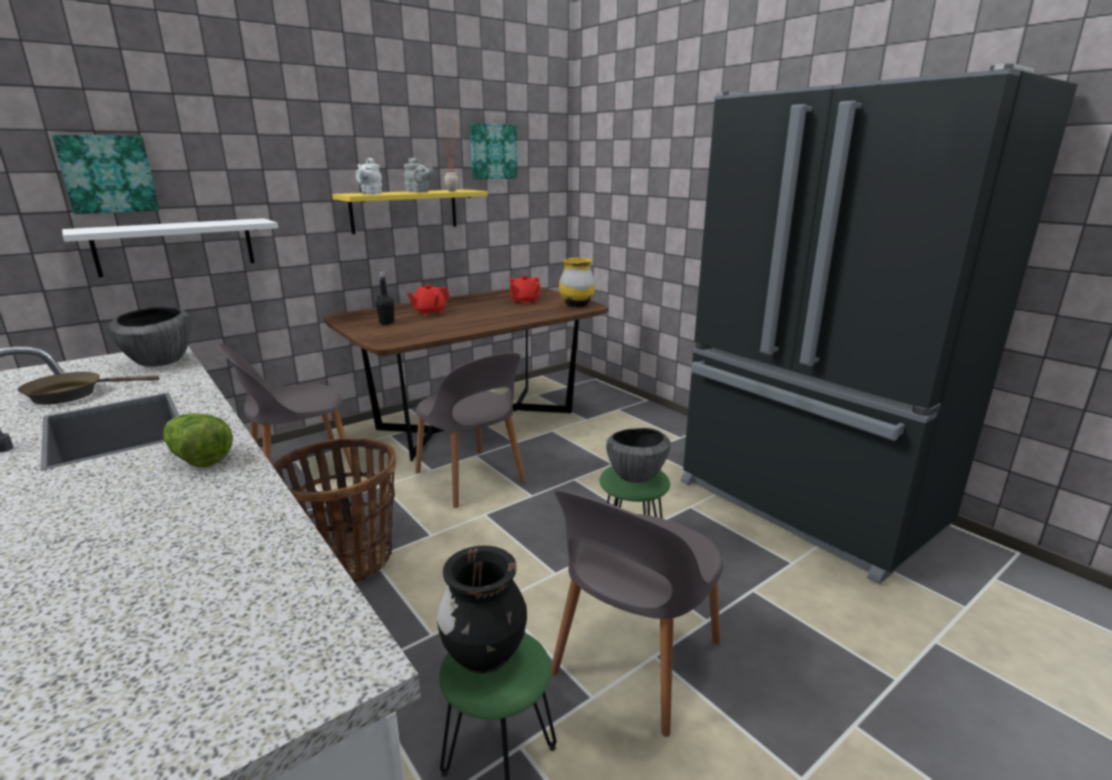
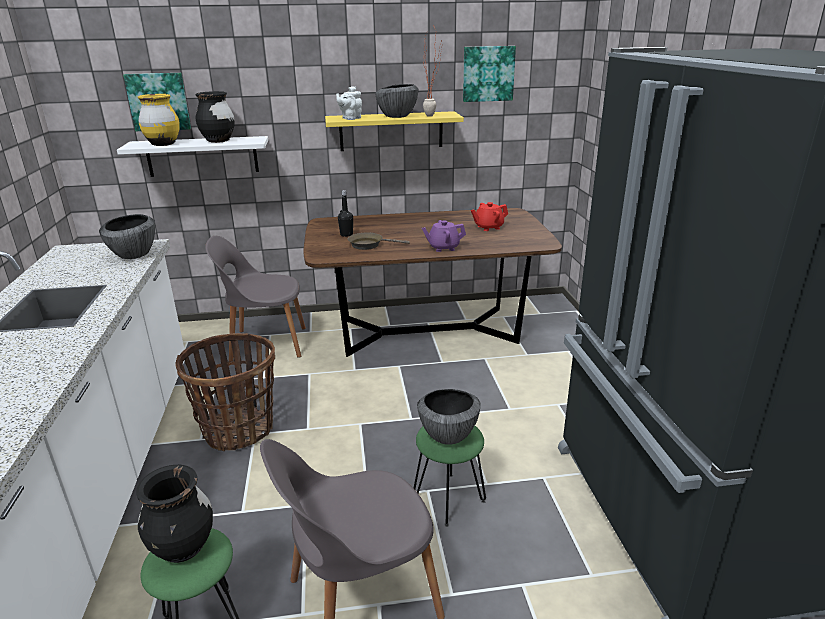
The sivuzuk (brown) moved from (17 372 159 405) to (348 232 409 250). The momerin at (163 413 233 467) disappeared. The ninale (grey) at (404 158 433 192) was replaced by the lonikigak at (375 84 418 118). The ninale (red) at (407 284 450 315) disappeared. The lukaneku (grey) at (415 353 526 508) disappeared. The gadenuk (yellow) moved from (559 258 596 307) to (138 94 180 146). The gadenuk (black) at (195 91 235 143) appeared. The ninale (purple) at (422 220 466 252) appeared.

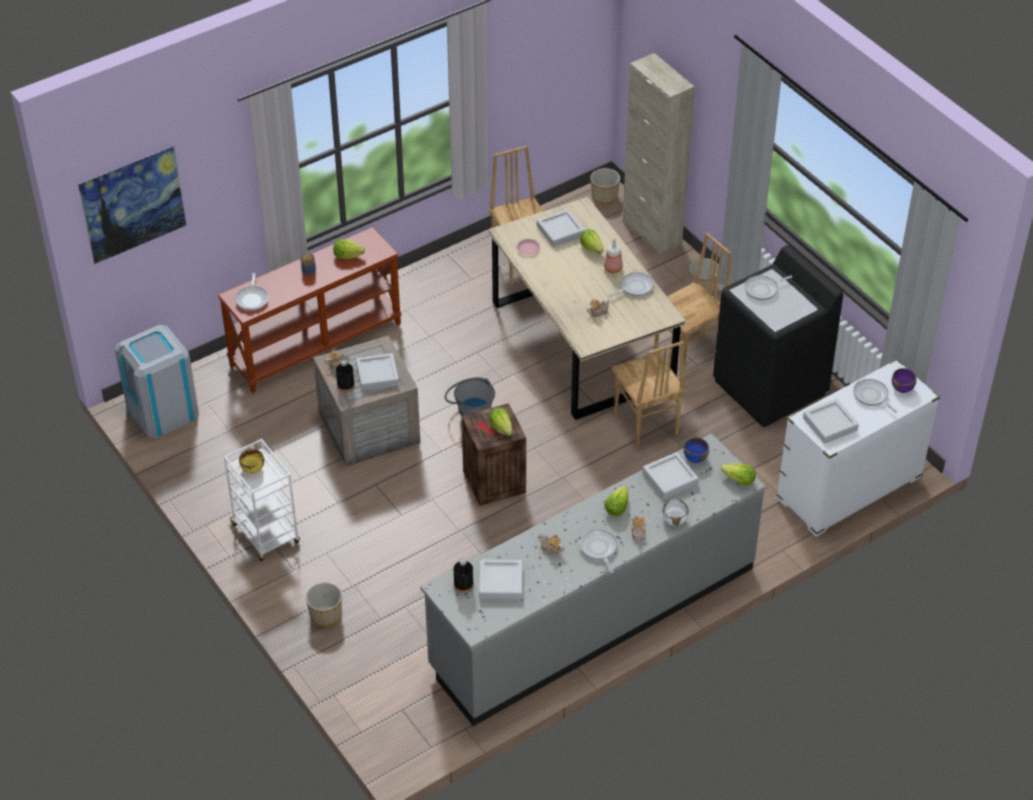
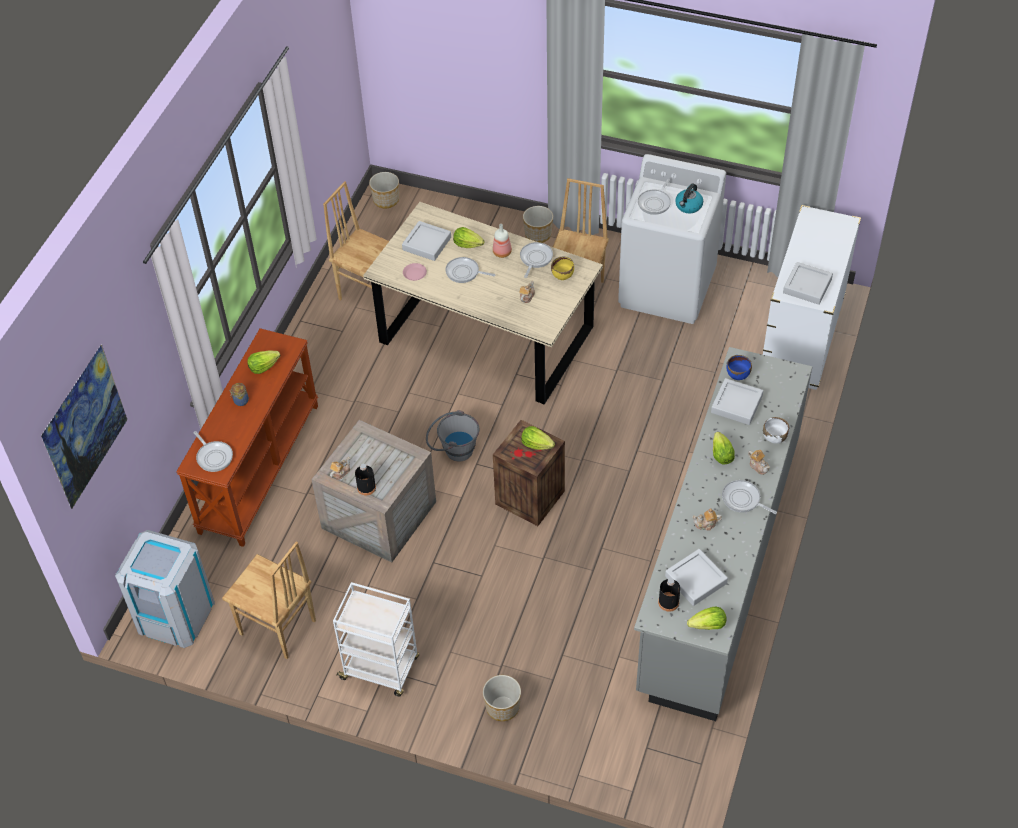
The lonikigak (yellow) moved from (239 449 264 474) to (551 256 574 280). The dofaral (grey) at (356 353 399 391) disappeared. The lukaneku (brown) moved from (611 341 686 447) to (222 542 316 659). The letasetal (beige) at (622 53 695 254) disappeared. The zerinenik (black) at (713 245 843 427) became the zerinenik (white) at (618 154 726 324). The momerin moved from (721 463 756 486) to (687 607 727 630). The sivuzuk moved from (853 379 897 413) to (445 257 495 283). The lonikigak (purple) at (892 368 917 393) disappeared. The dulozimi at (675 183 703 213) appeared.

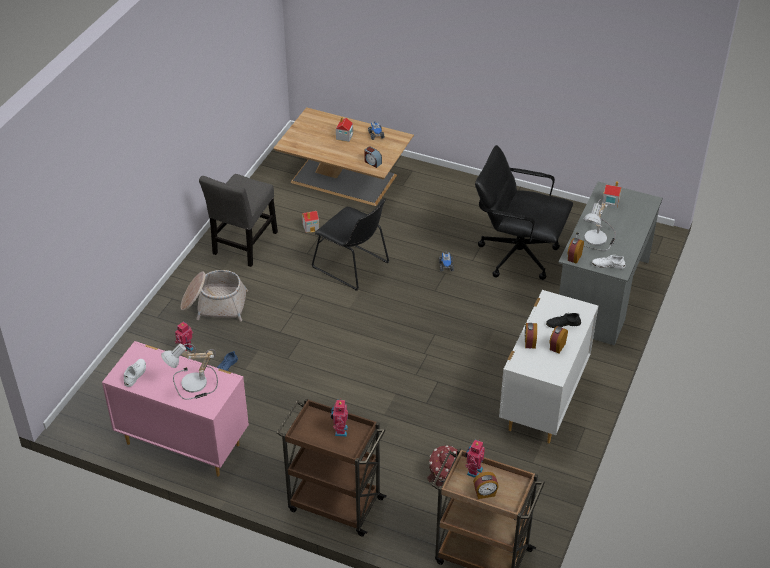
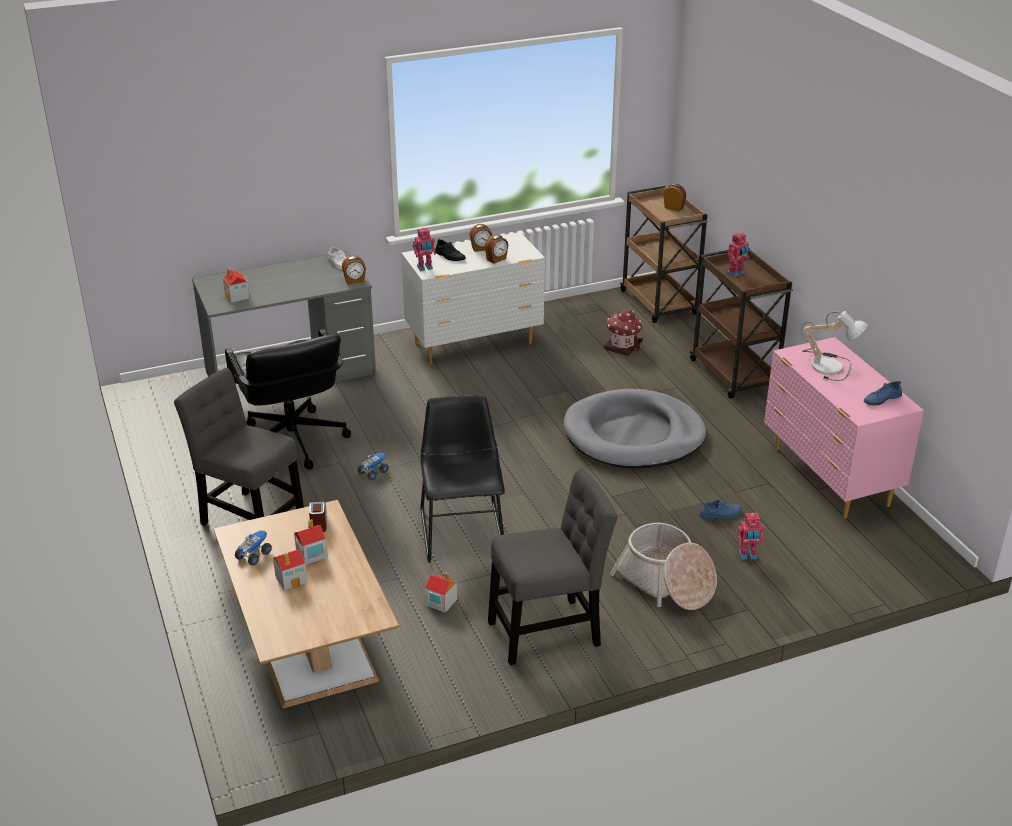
The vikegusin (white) at (124 359 146 387) became the vikegusin (blue) at (864 381 902 406). The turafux moved from (465 439 485 478) to (413 228 436 271). The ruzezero at (576 200 616 251) disappeared. The lukaneku (grey) at (174 368 304 526) appeared. The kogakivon at (294 519 328 565) appeared. The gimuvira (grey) at (563 389 706 469) appeared.

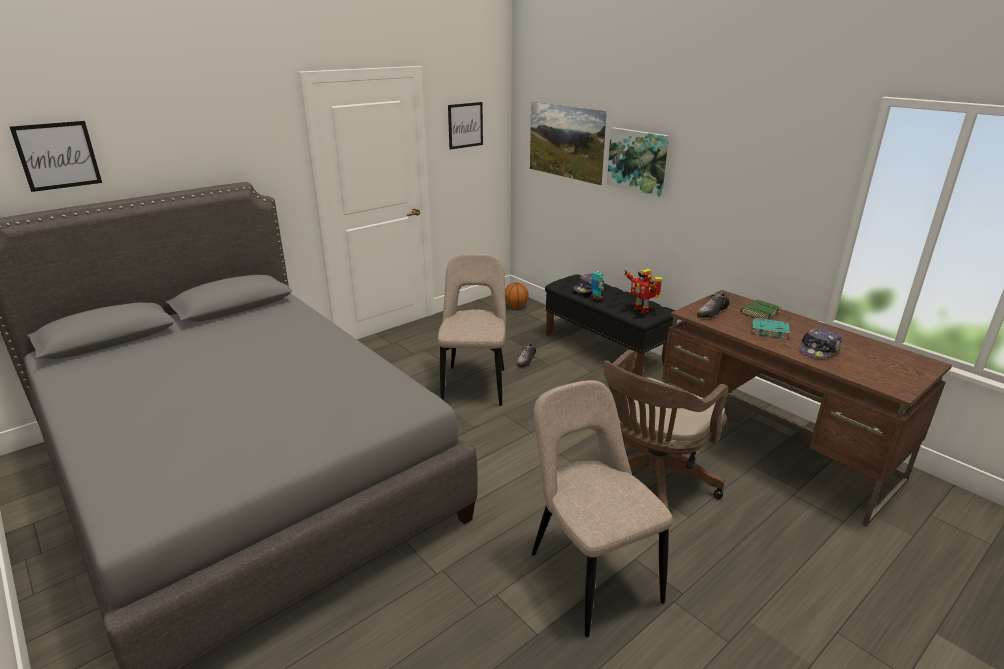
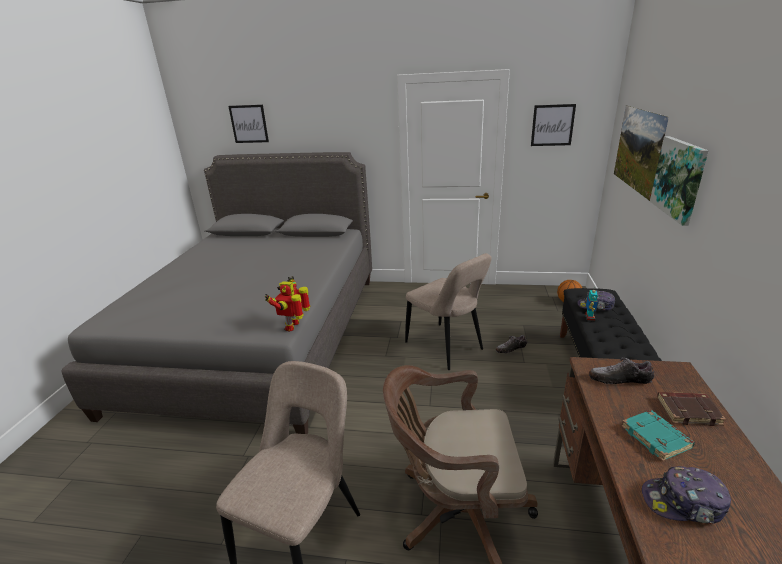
The lukaneku (beige) at (437 254 506 406) turned 90 degrees clockwise. The turafux moved from (625 269 662 313) to (265 276 311 331). The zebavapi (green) at (740 300 781 320) became the zebavapi (brown) at (657 392 726 426).

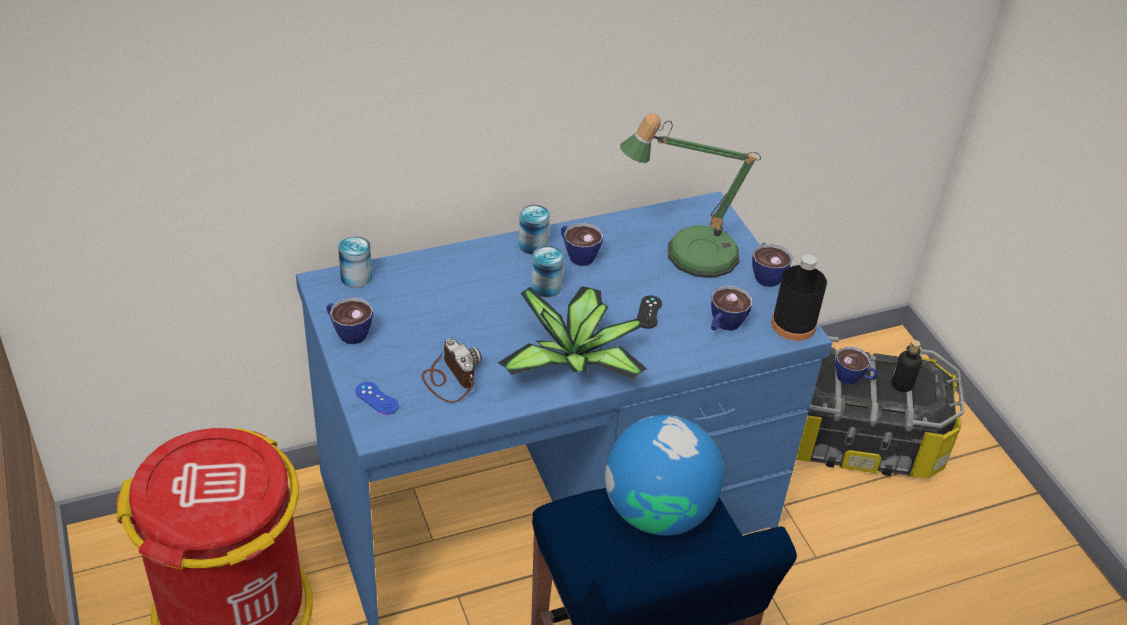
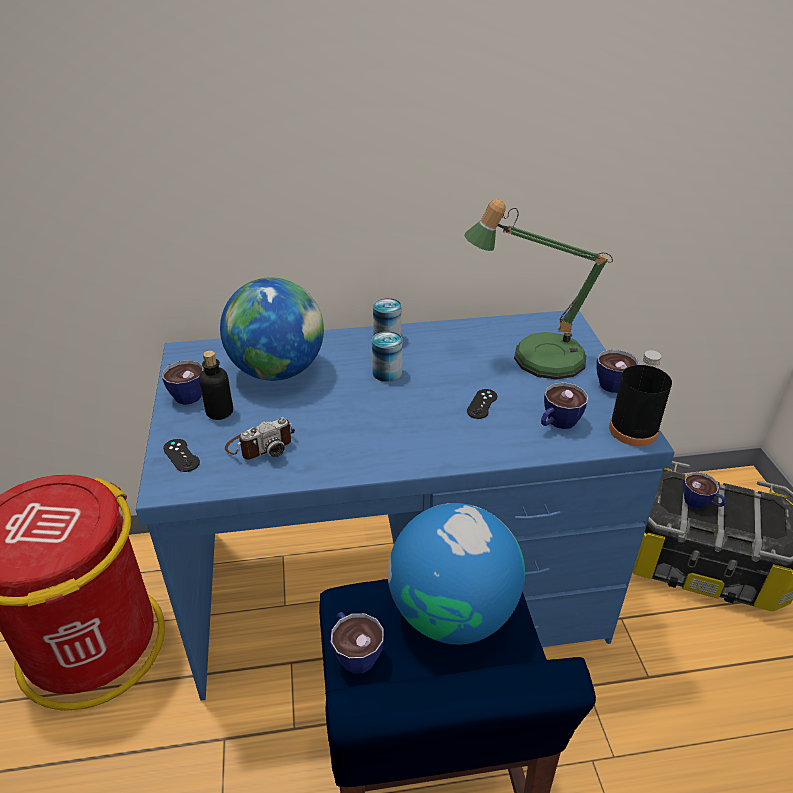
The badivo at (338 236 372 288) disappeared. The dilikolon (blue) at (355 382 399 415) became the dilikolon (black) at (163 439 200 472). The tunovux at (421 338 482 403) turned 75 degrees clockwise. The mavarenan at (498 286 647 380) disappeared. The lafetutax moved from (561 223 603 266) to (331 612 384 674). The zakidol moved from (891 340 922 392) to (199 351 233 420). The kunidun at (220 277 324 381) appeared.

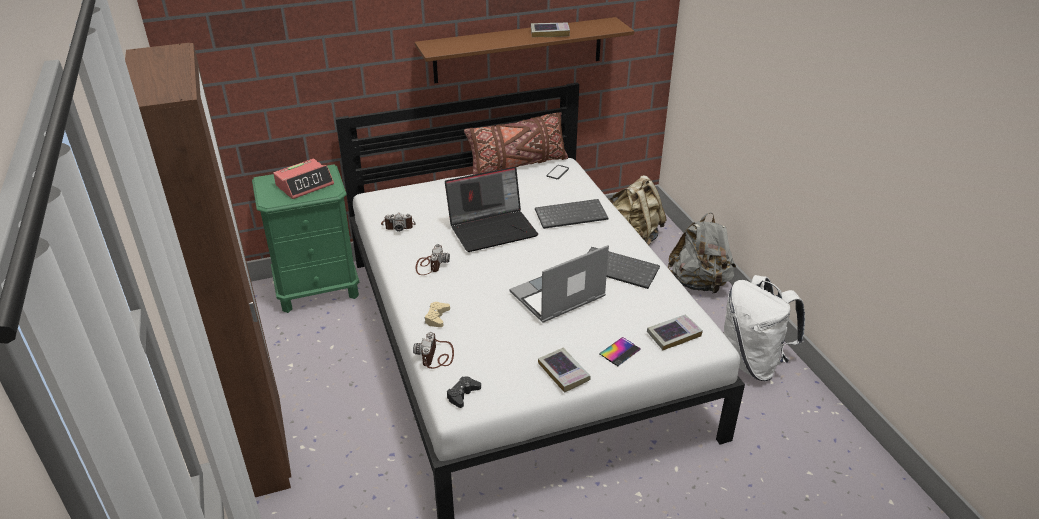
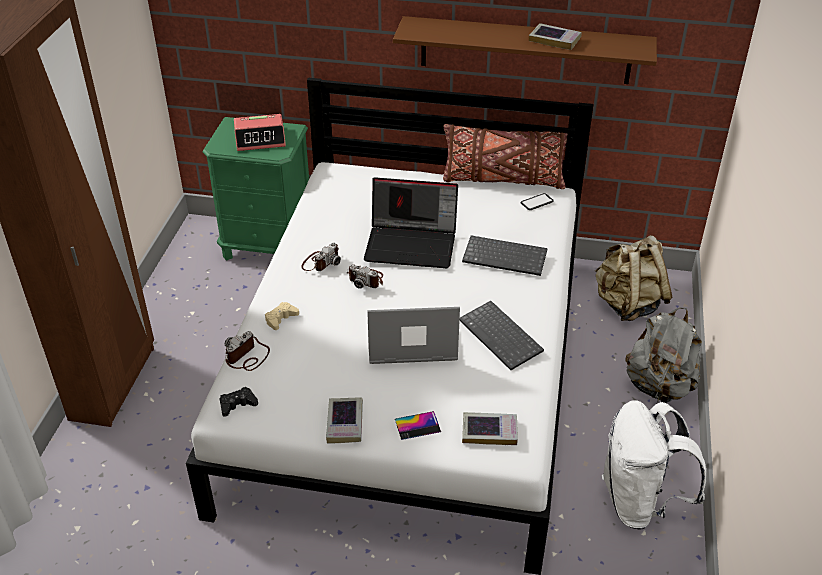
The tunovux moved from (381 213 416 232) to (346 264 383 289).

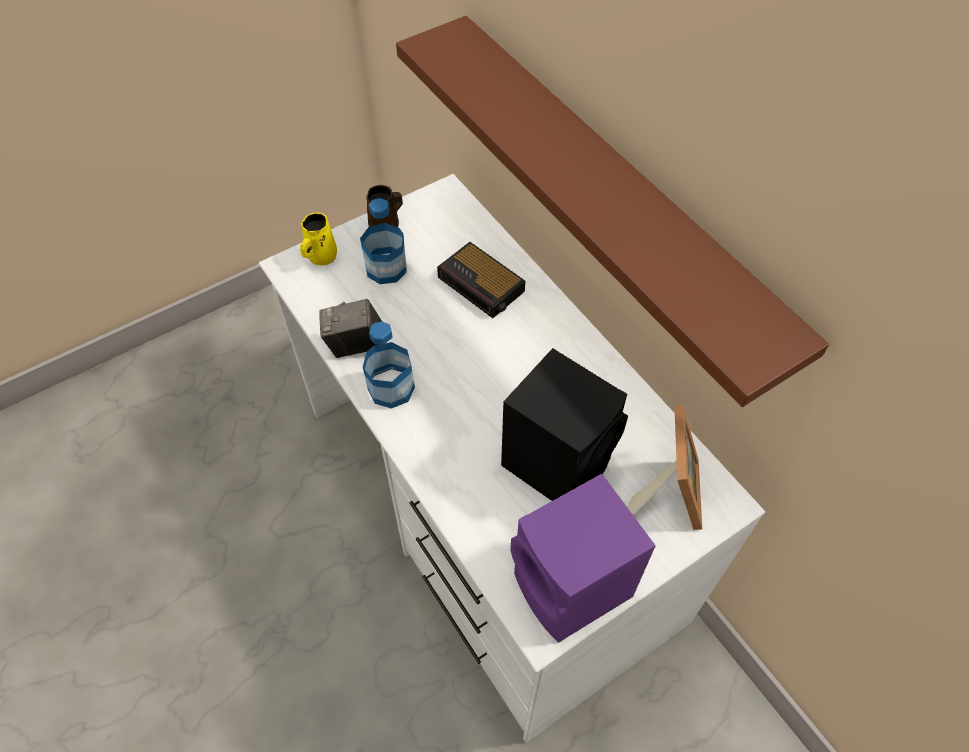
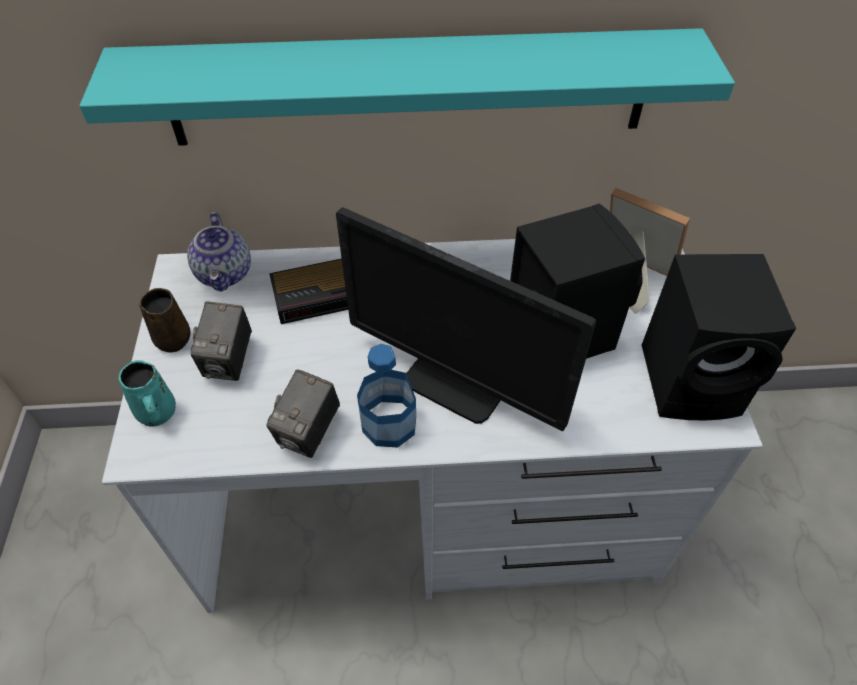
The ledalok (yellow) at (300 212 337 265) became the ledalok (turquoise) at (119 360 176 426). The zakidol at (360 198 407 284) was replaced by the tunovux at (191 302 252 381). The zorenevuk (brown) at (396 16 829 407) became the zorenevuk (turquoise) at (80 28 735 146). The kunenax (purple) at (510 474 656 643) became the kunenax (black) at (642 254 796 421). The ninale at (187 212 251 291) appeared. The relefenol at (336 207 596 431) appeared.

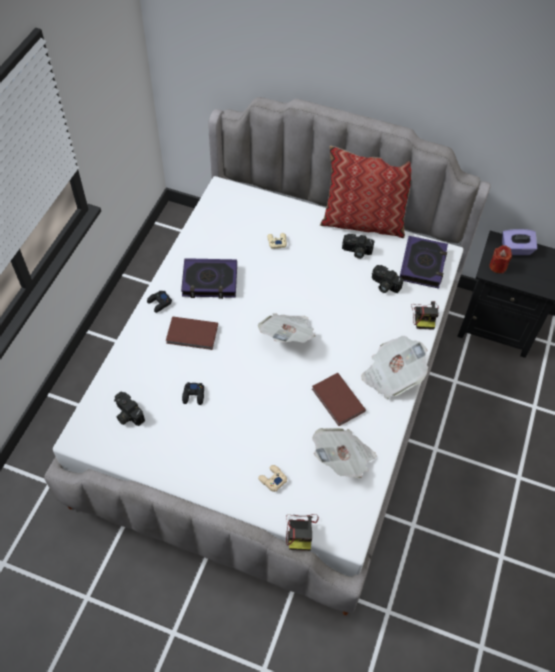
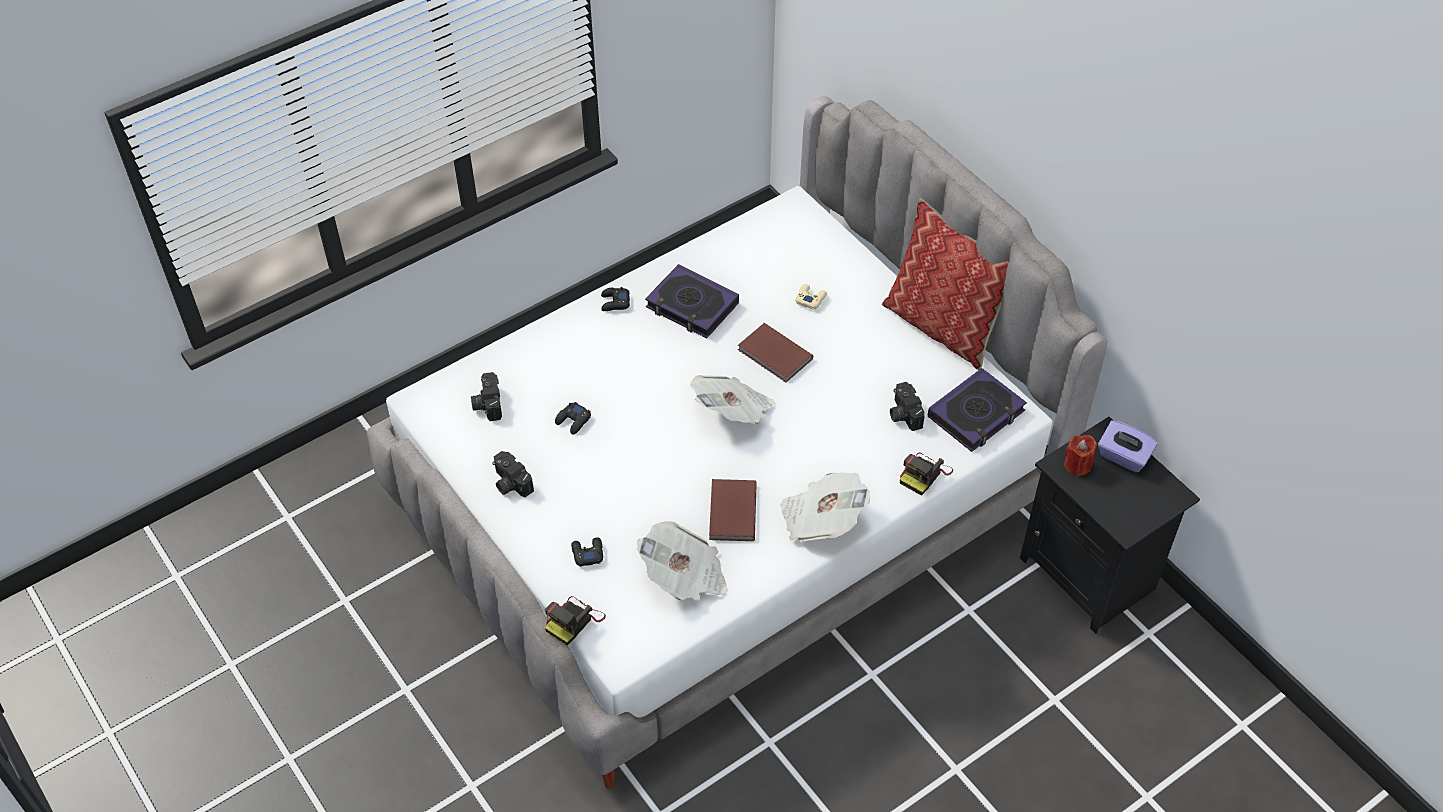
The zebavapi (brown) moved from (166 316 218 350) to (738 323 813 383). The dilikolon (beige) at (258 465 287 492) became the dilikolon (black) at (571 537 603 567). The tunovux moved from (342 234 374 259) to (492 451 534 497).

